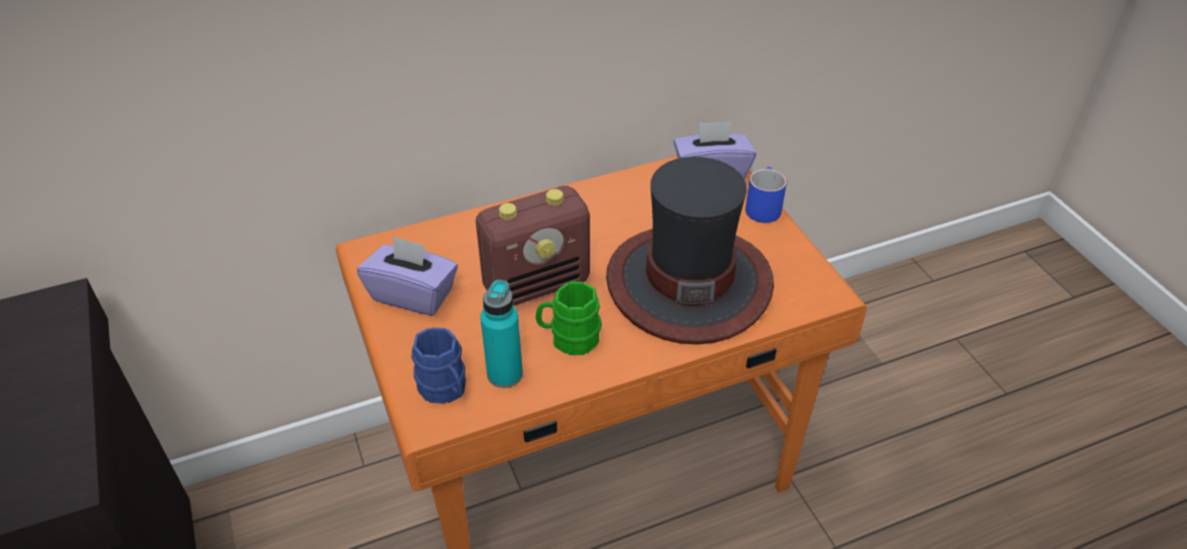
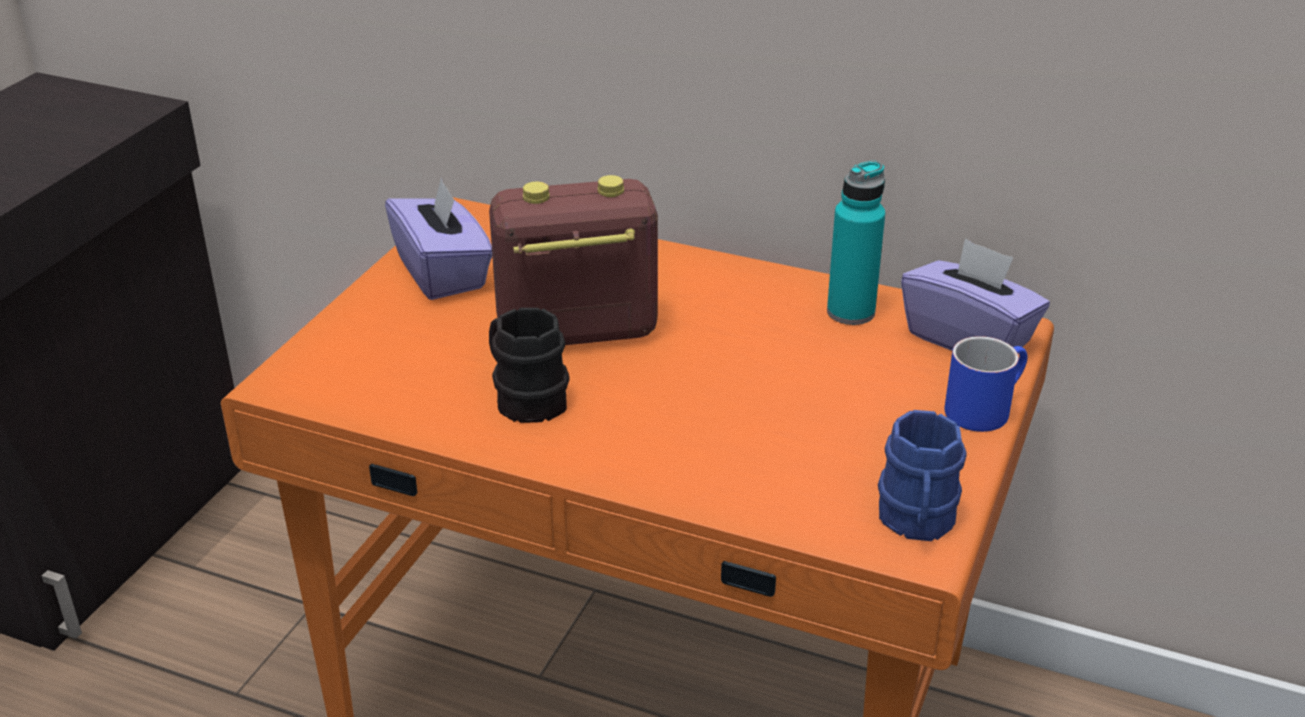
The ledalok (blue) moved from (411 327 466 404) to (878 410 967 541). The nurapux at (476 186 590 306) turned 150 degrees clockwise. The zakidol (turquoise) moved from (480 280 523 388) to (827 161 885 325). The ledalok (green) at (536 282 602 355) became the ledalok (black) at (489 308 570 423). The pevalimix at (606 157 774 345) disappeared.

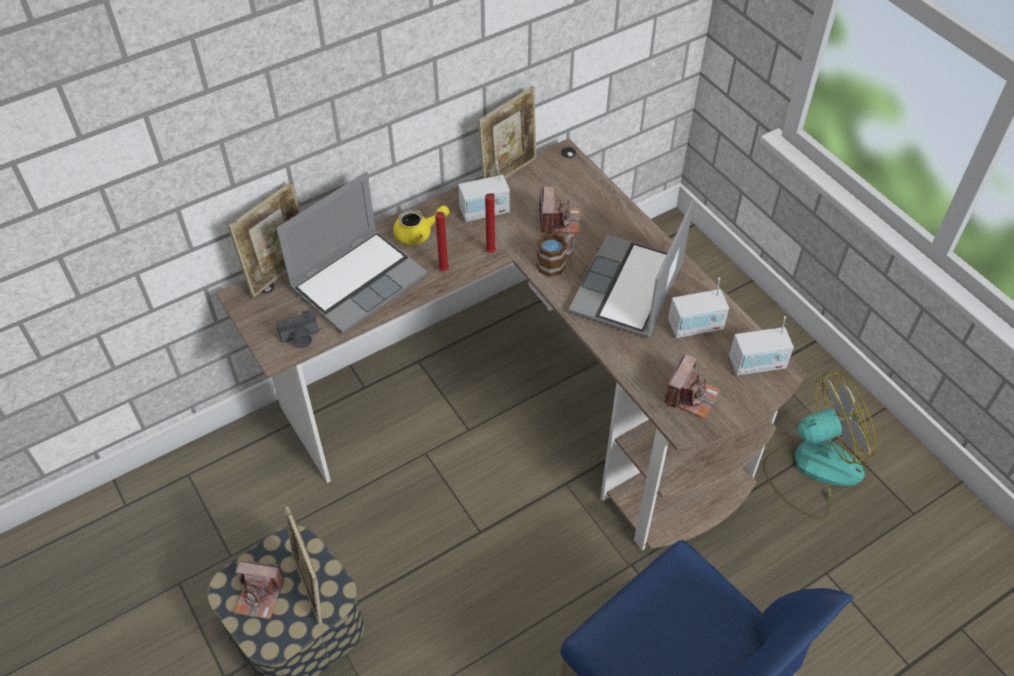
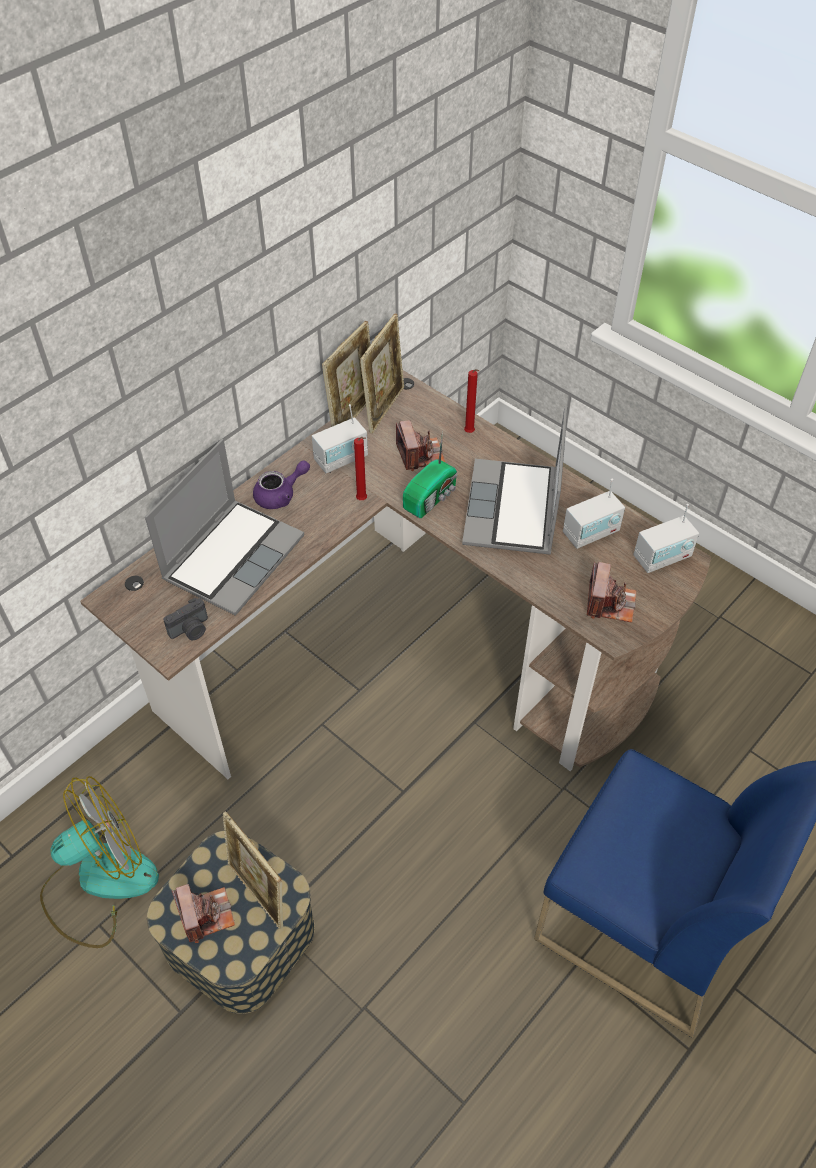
The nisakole moved from (228 182 300 298) to (360 314 404 434). The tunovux at (234 561 285 619) turned 105 degrees counterclockwise. The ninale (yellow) at (393 206 450 245) became the ninale (purple) at (253 460 310 509). The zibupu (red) moved from (435 212 449 271) to (464 369 479 433). The ledalok at (536 232 575 277) was replaced by the nurapux at (403 431 457 518). The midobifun moved from (762 371 877 519) to (40 776 159 948).

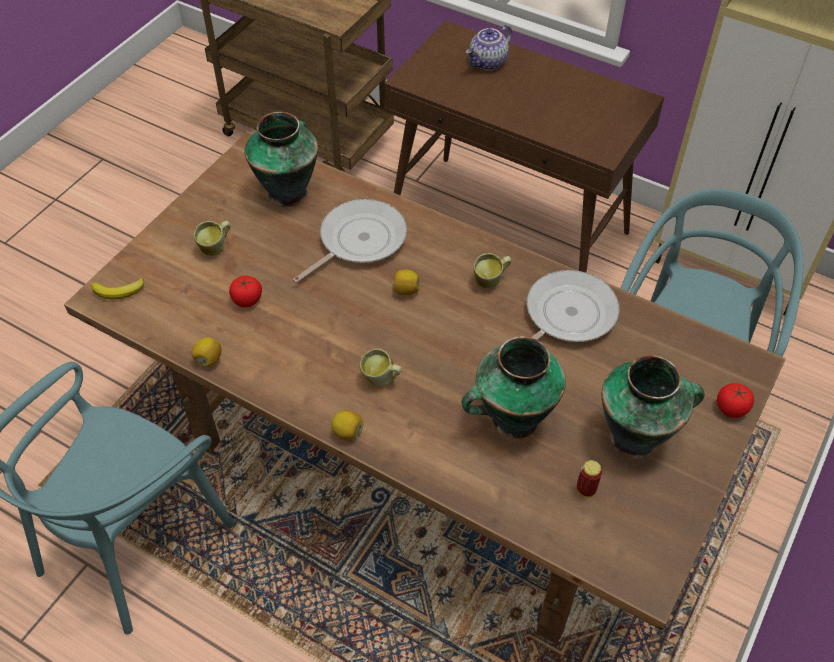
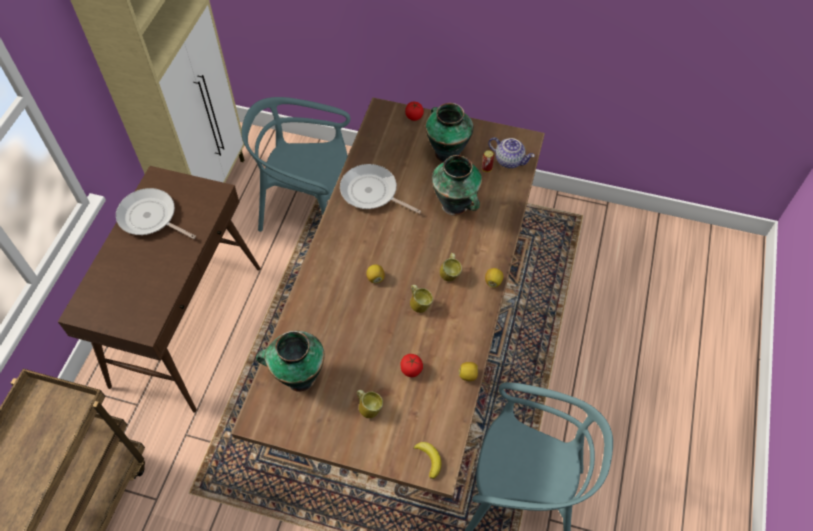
The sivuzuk moved from (292 199 407 283) to (116 188 196 239). The ninale moved from (466 25 512 70) to (488 137 535 168). The ledalok moved from (474 253 511 288) to (410 285 433 313).

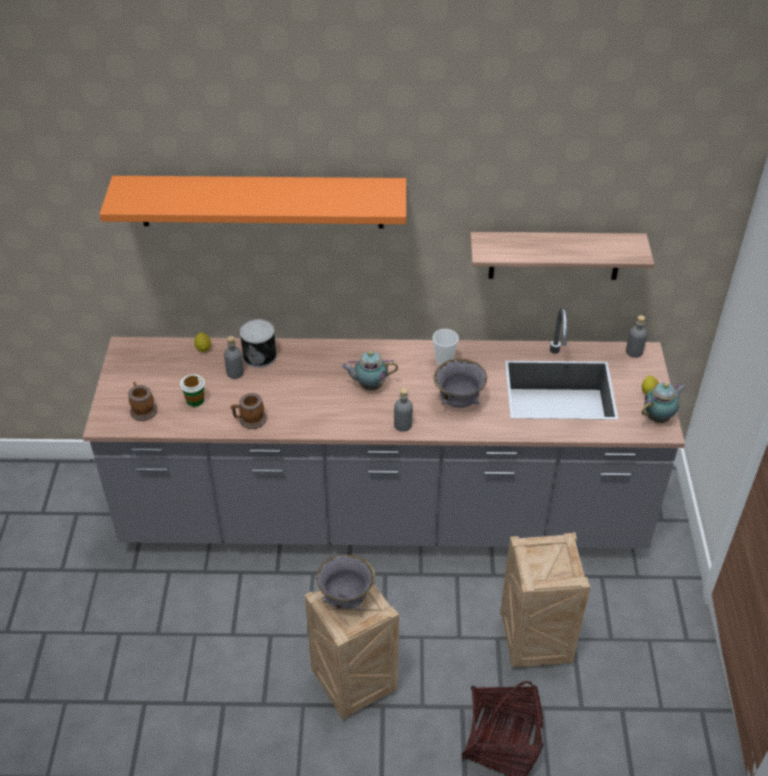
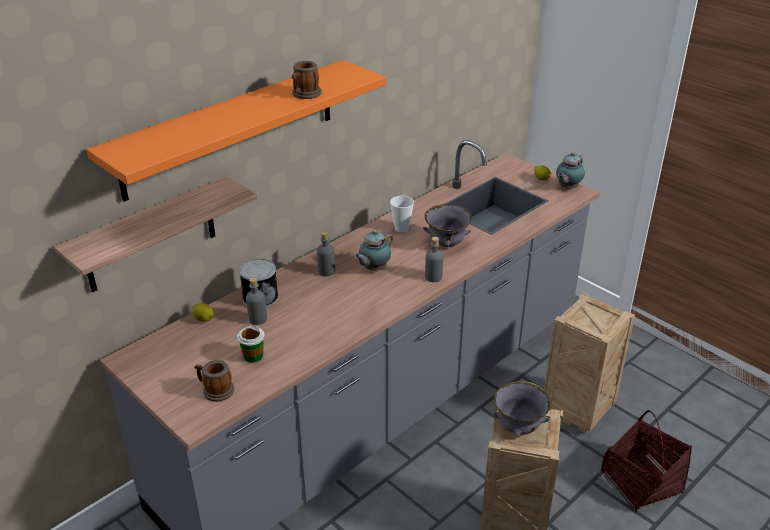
The ledalok moved from (230 393 267 429) to (292 61 322 99). The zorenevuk moved from (470 232 654 280) to (54 176 257 292). The zakidol (grey) moved from (626 315 647 358) to (317 231 335 277). The ninale at (642 383 685 423) turned 150 degrees counterclockwise.

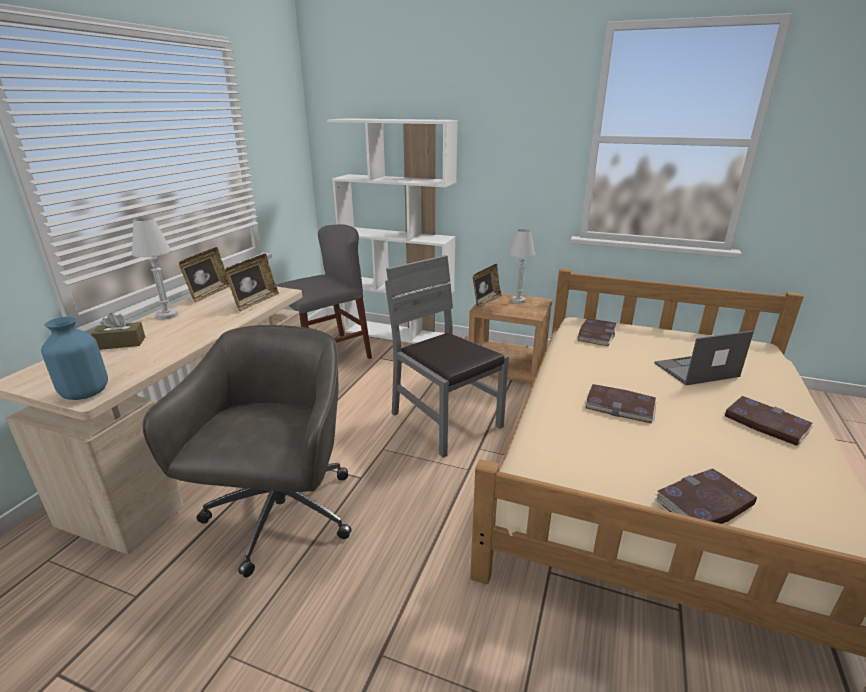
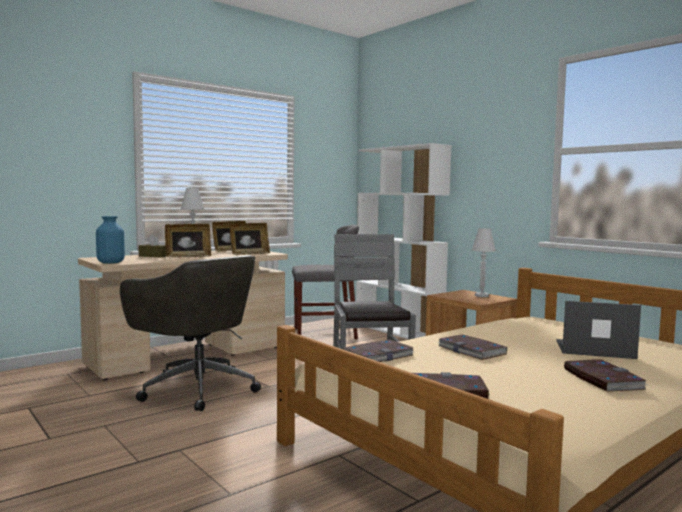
The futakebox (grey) at (143 325 352 577) turned 90 degrees clockwise. The nisakole moved from (473 264 502 308) to (165 224 212 258). The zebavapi moved from (578 318 616 346) to (342 340 414 362).

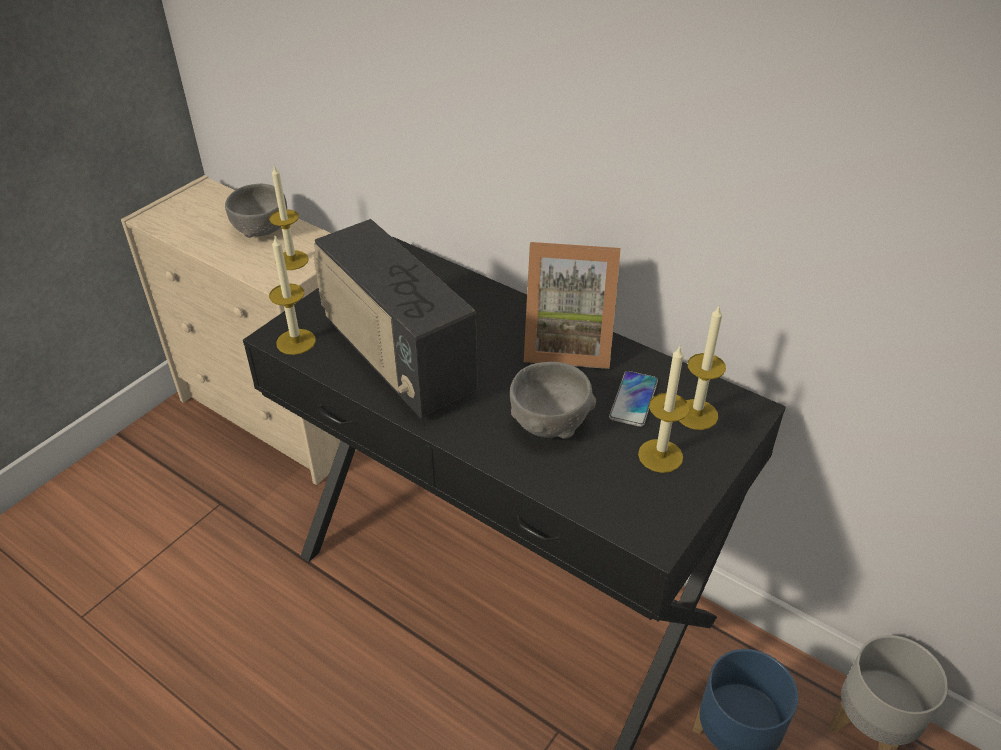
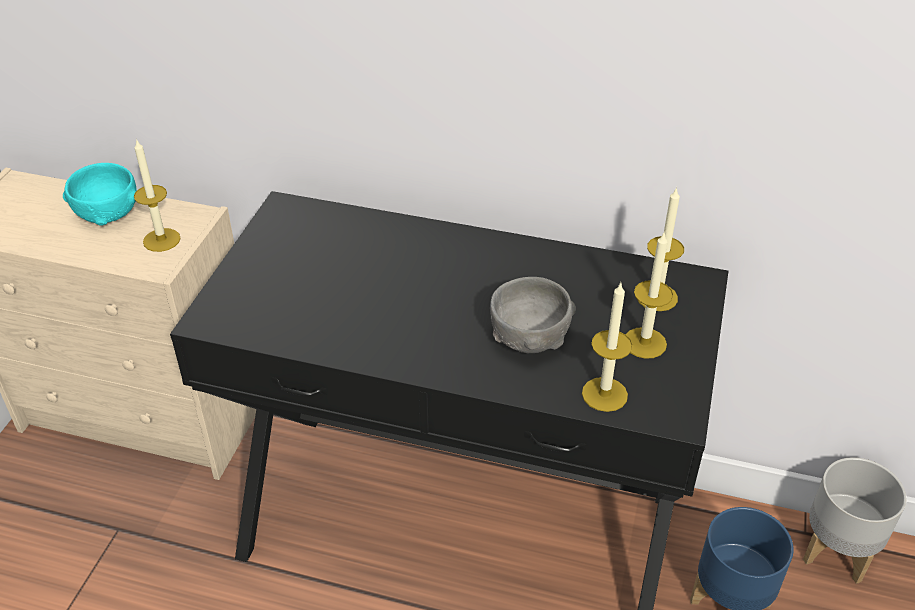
The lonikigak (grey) at (225 184 287 238) became the lonikigak (turquoise) at (63 163 137 226). The zibupu moved from (269 236 316 355) to (582 283 633 412). The nurapux at (313 219 478 418) disappeared. The nisakole at (524 242 621 369) disappeared. The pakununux at (609 371 658 427) disappeared.

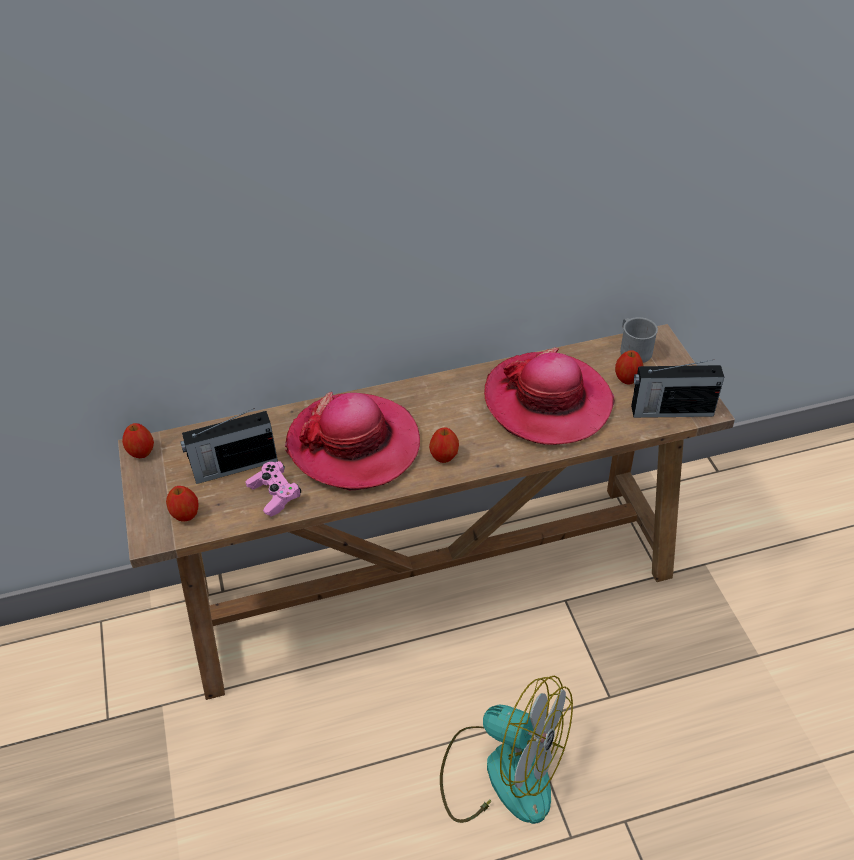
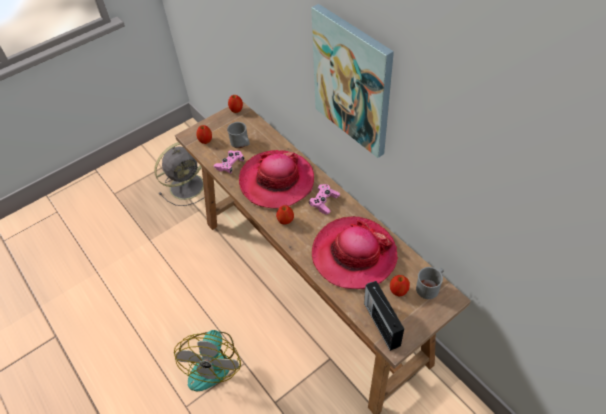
The nurapux at (180 408 278 484) was replaced by the ledalok (grey) at (227 122 250 148). The midobifun (grey) at (154 142 205 206) appeared. The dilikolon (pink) at (309 184 340 215) appeared. The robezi at (311 4 394 158) appeared.

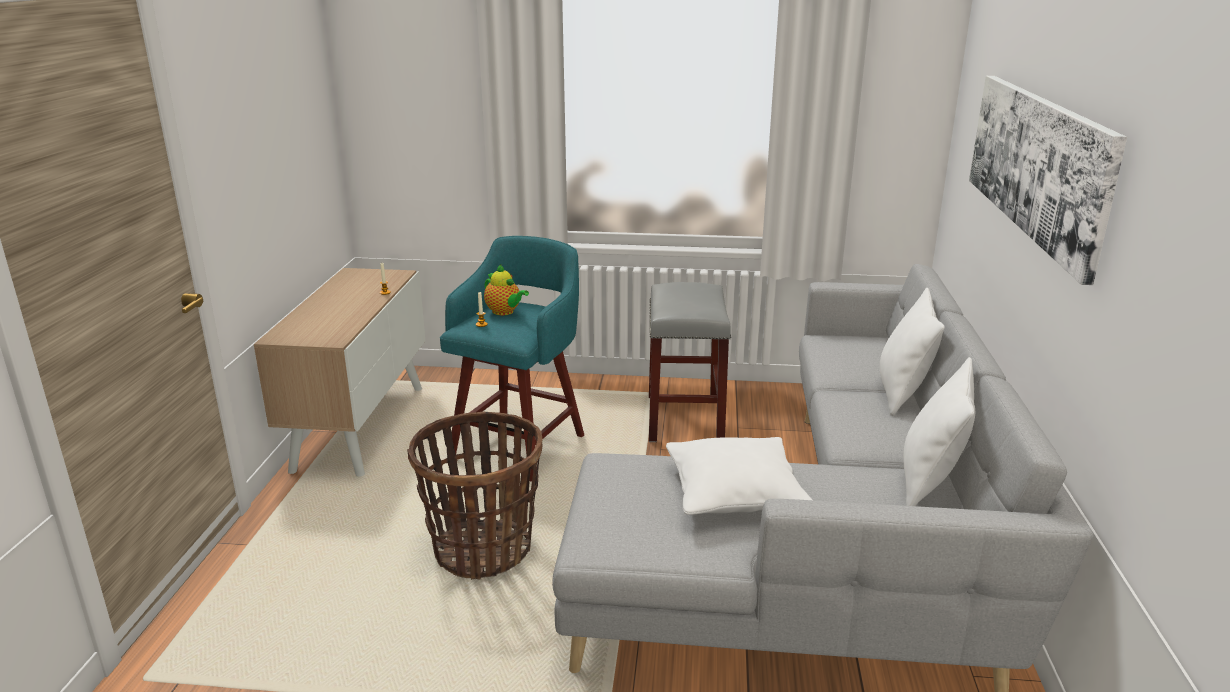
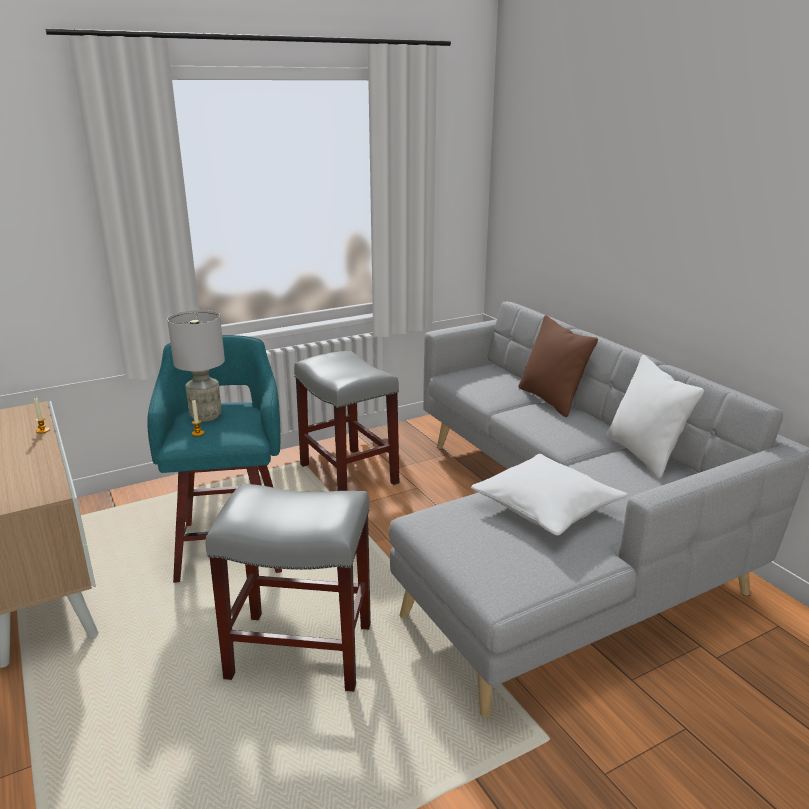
The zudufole at (407 412 542 580) was replaced by the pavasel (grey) at (206 483 371 692). The ninale at (484 264 529 315) was replaced by the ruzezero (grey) at (167 310 225 422). The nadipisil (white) at (880 288 945 416) became the nadipisil (brown) at (518 315 598 417). The robezi at (969 76 1127 285) disappeared.

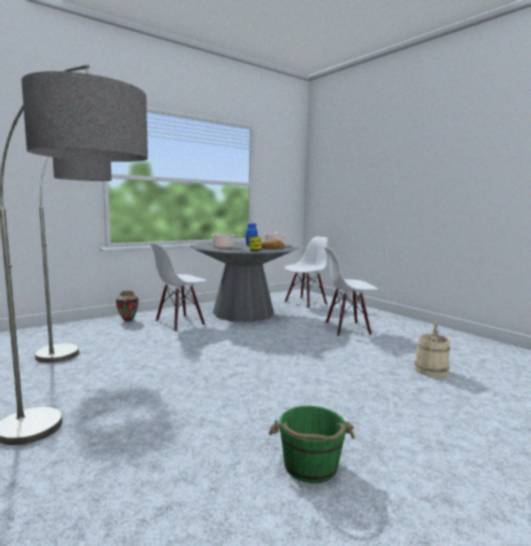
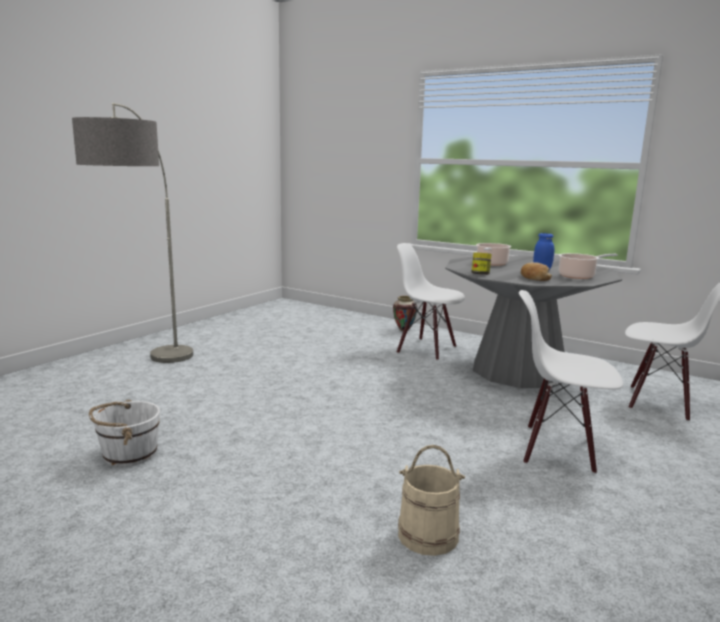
The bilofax at (35 156 112 363) disappeared. The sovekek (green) at (269 406 355 483) became the sovekek (white) at (89 400 160 467). The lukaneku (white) at (323 246 378 337) turned 45 degrees counterclockwise.

